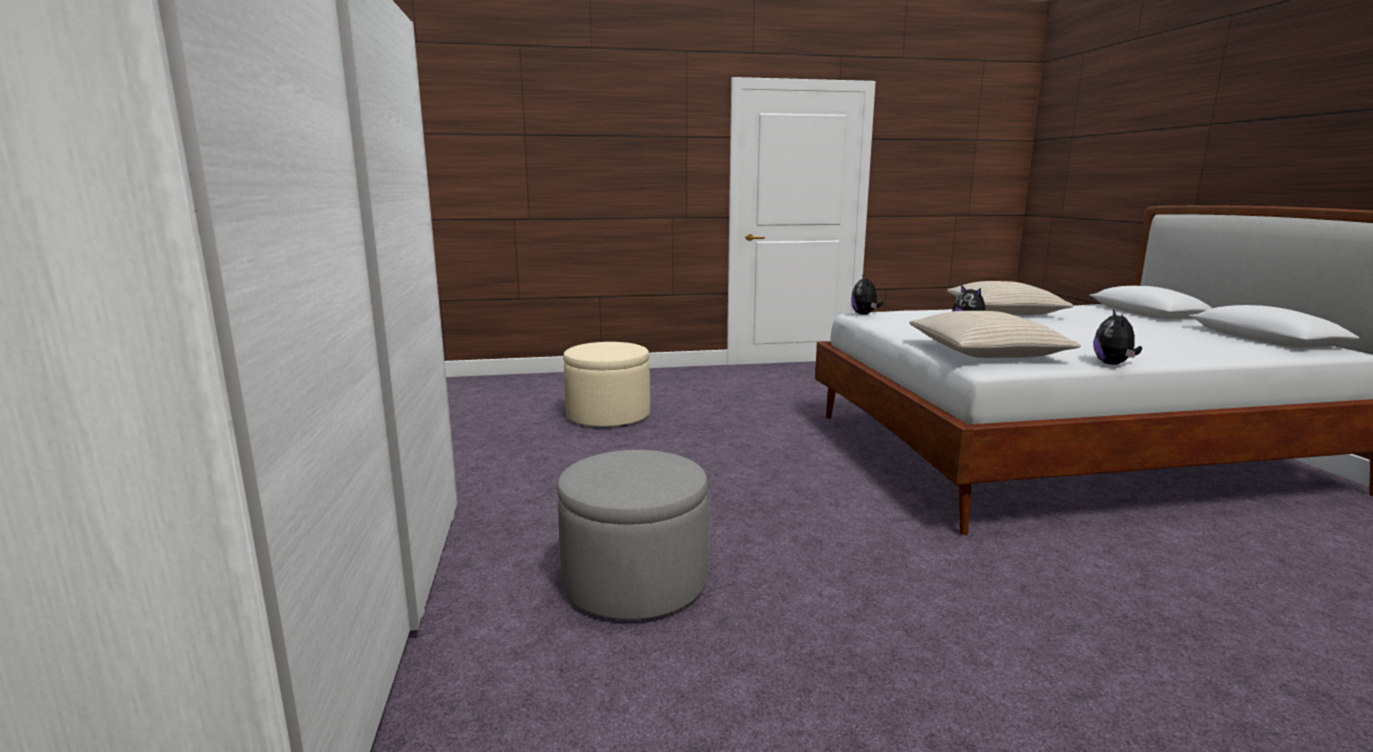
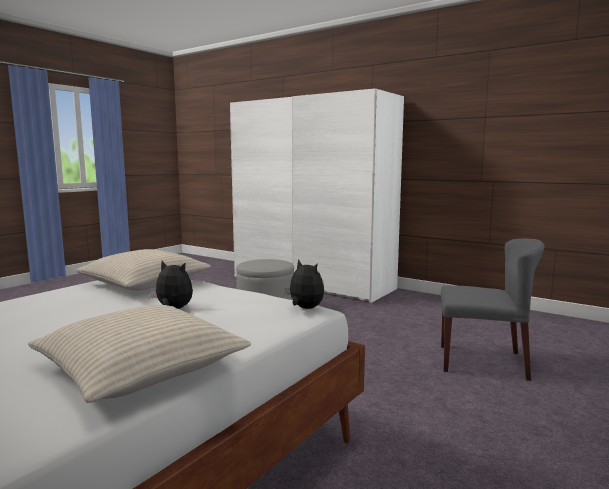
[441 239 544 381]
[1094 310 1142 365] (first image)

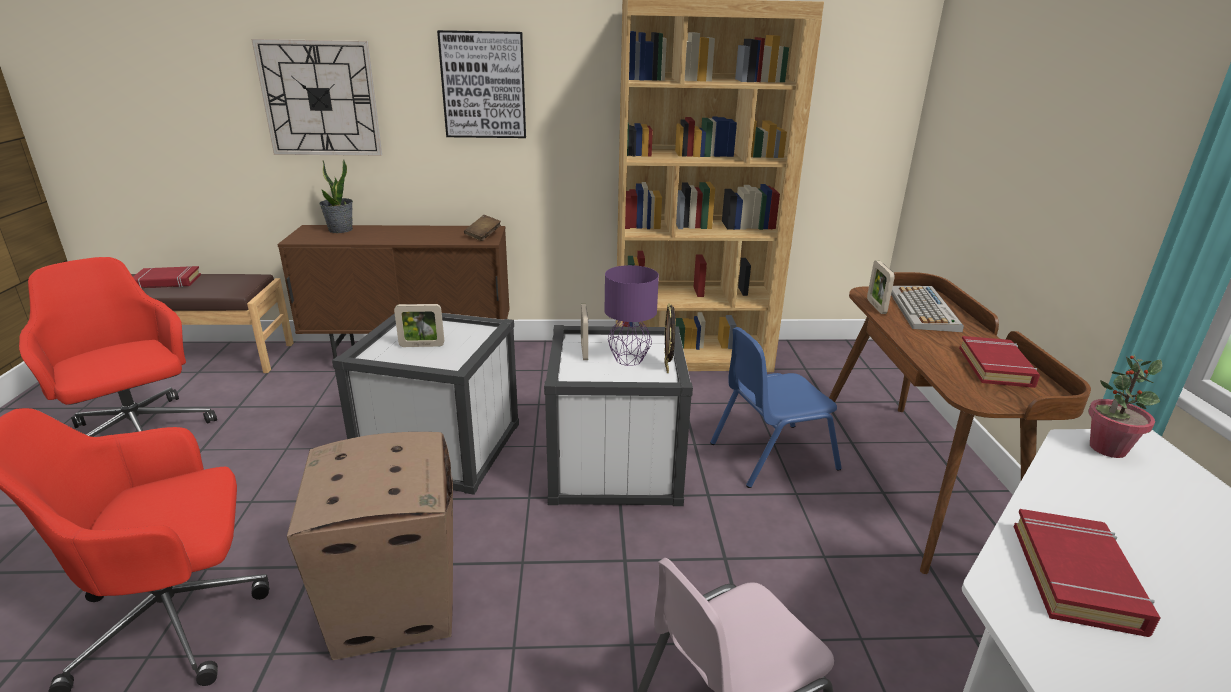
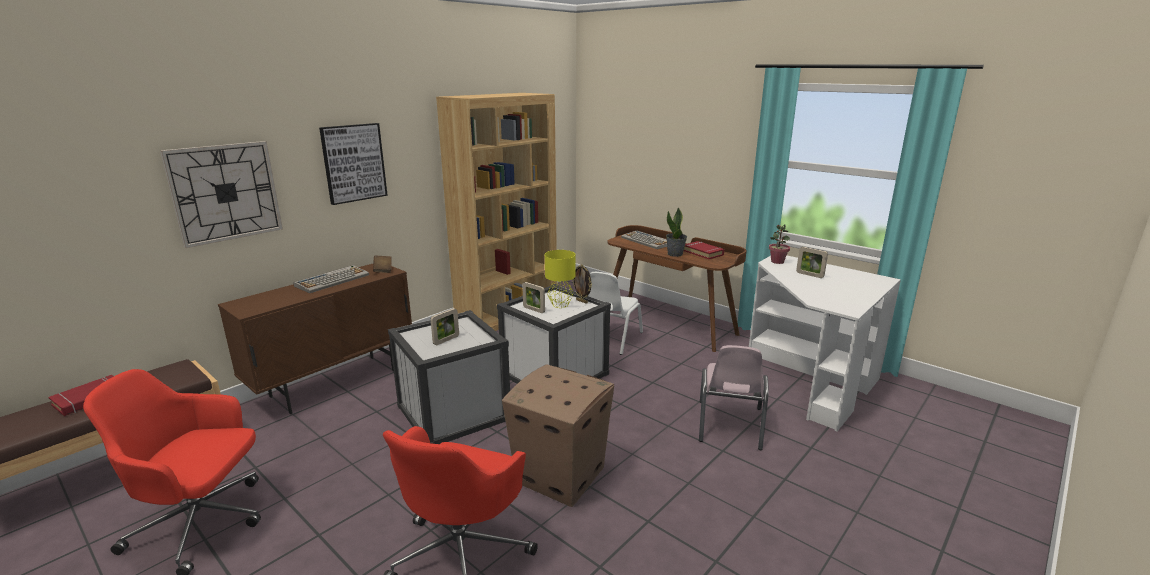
[666 207 687 257]
[545 250 575 308]
[588 272 643 355]
[796 247 828 278]
[1014 509 1160 637] (first image)
[293 265 369 293]

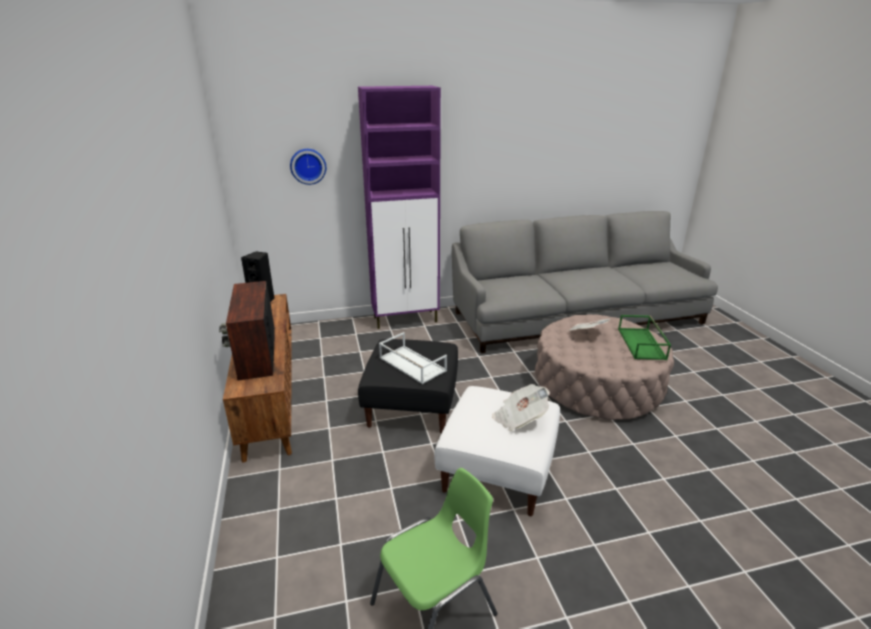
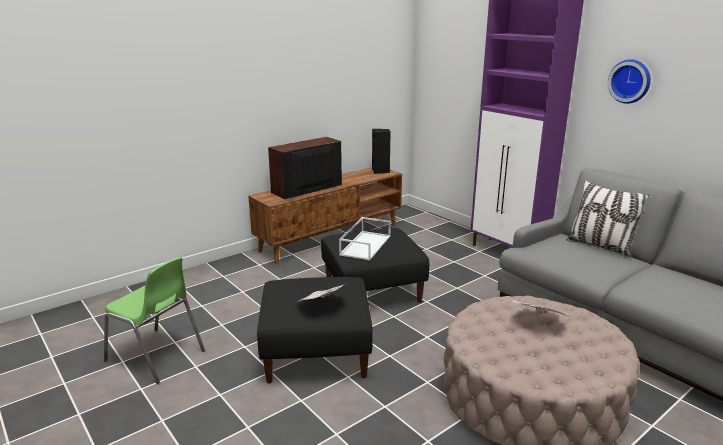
[608 59 651 104]
[257 277 373 383]
[618 315 671 360] (first image)
[566 180 649 257]

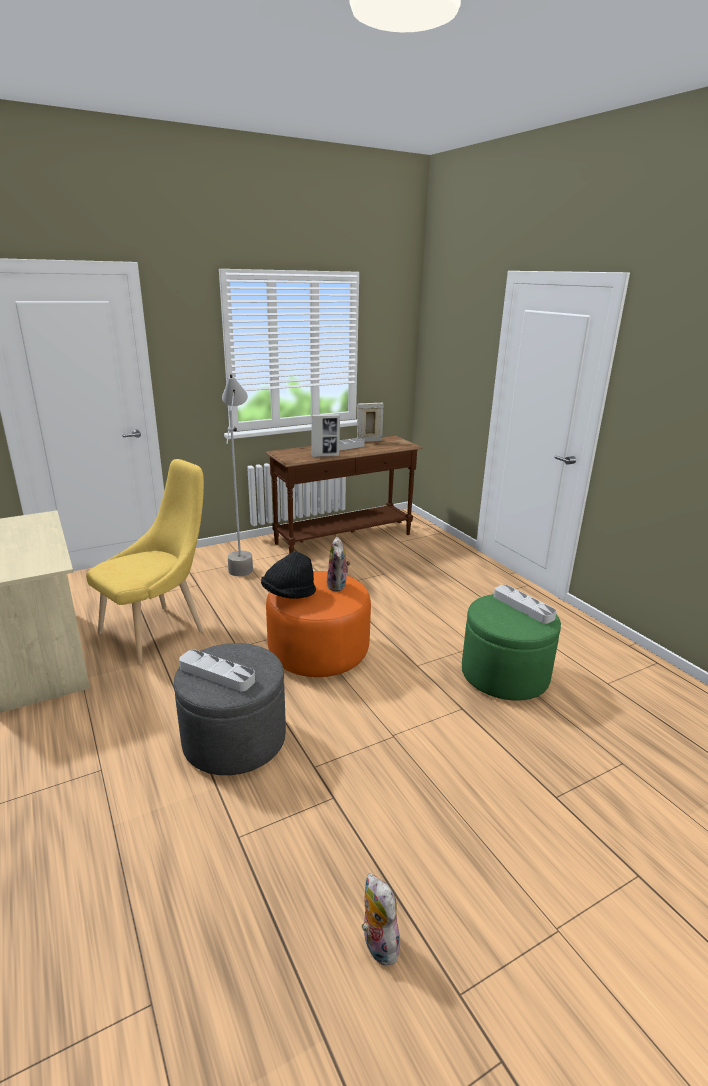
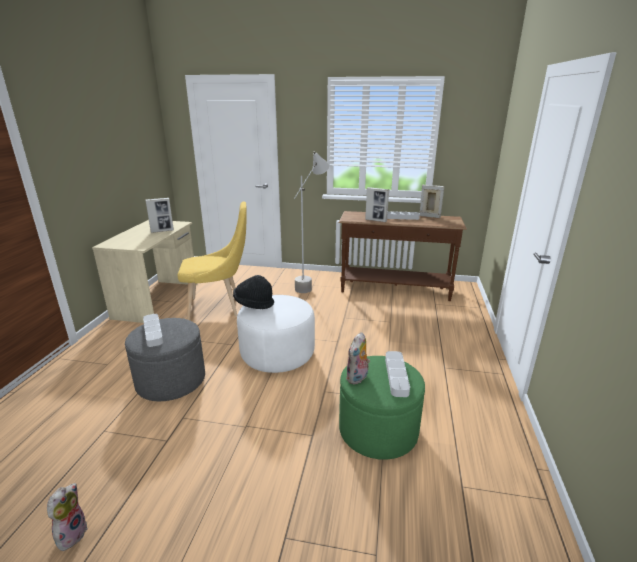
[237 295 315 373]
[346 332 370 385]
[145 198 174 233]

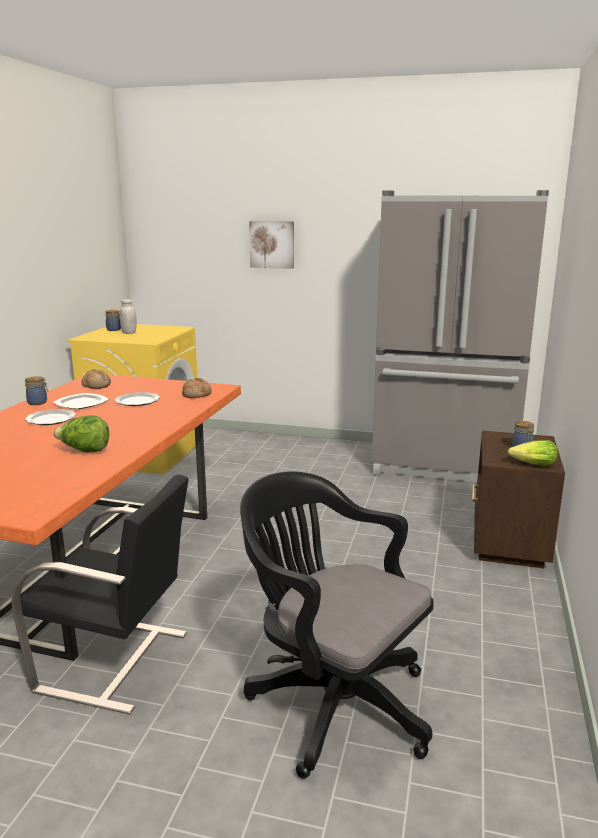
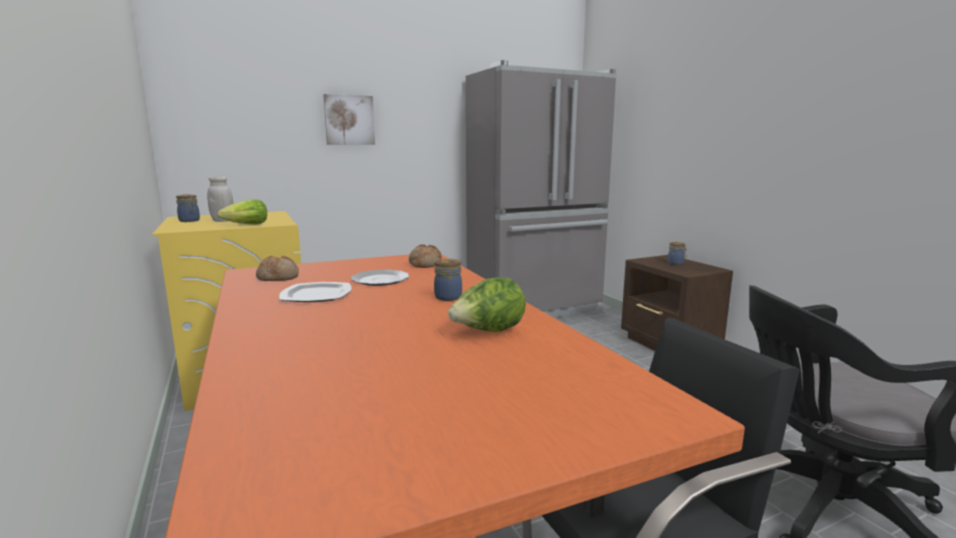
[434 259 462 301]
[25 409 76 425] (first image)
[217 199 267 225]

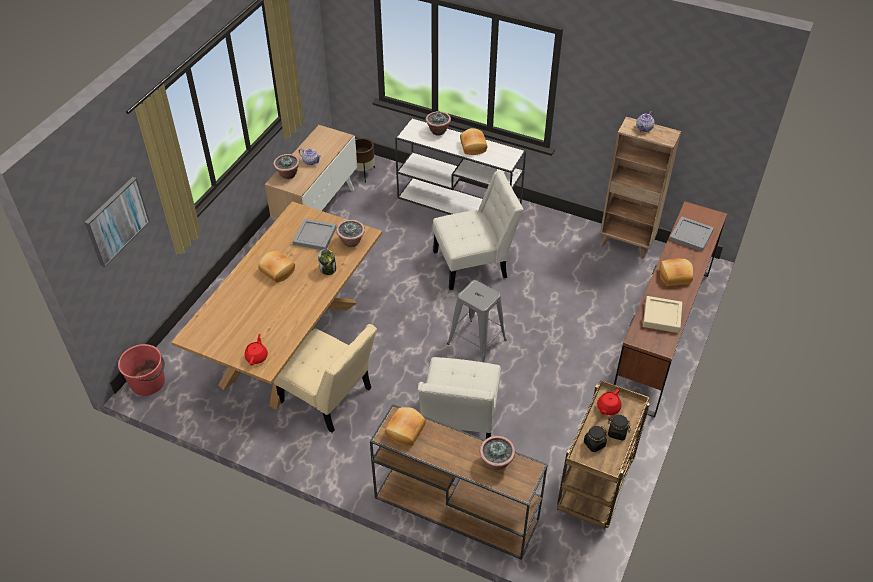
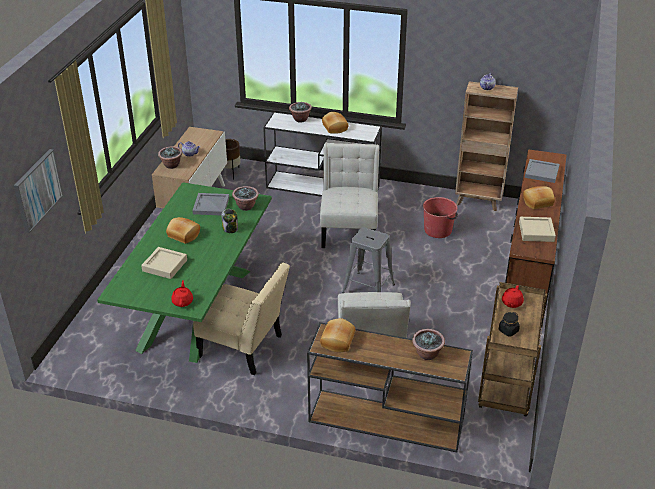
[423 197 458 238]
[97 182 272 363]
[320 143 379 248]
[607 415 631 441] (first image)
[141 247 187 279]

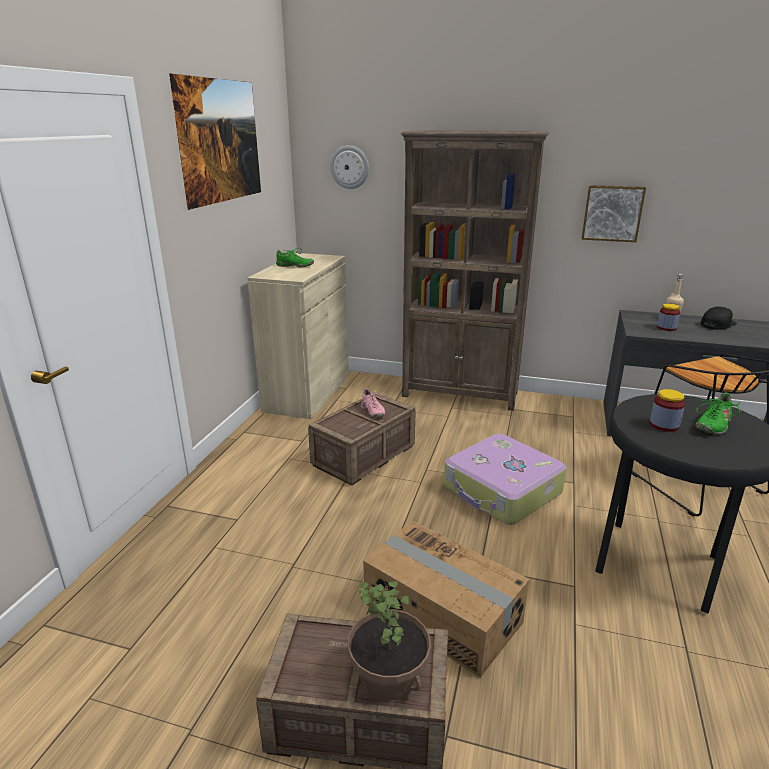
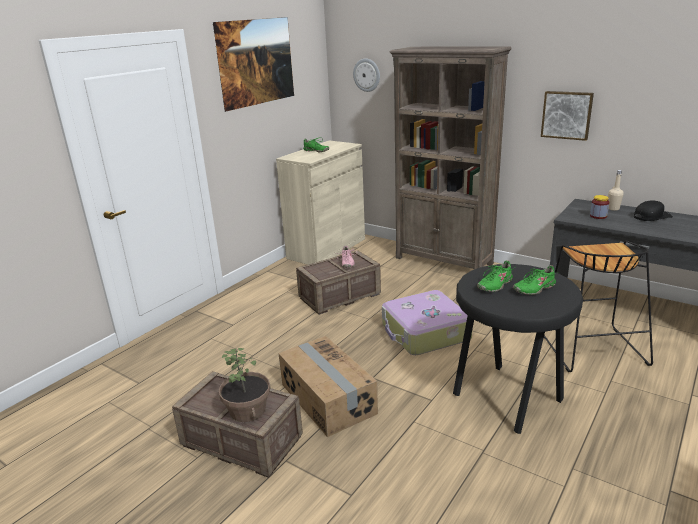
[477 260 514 292]

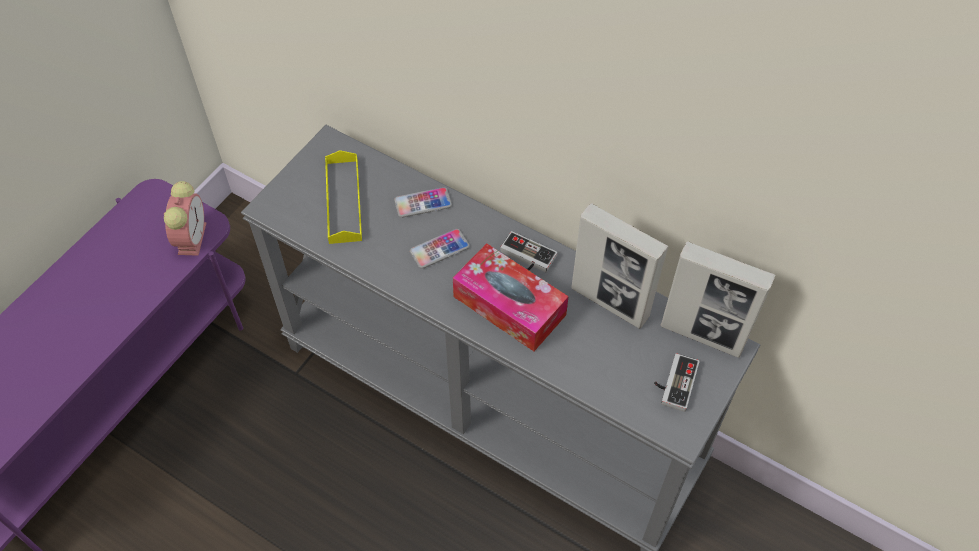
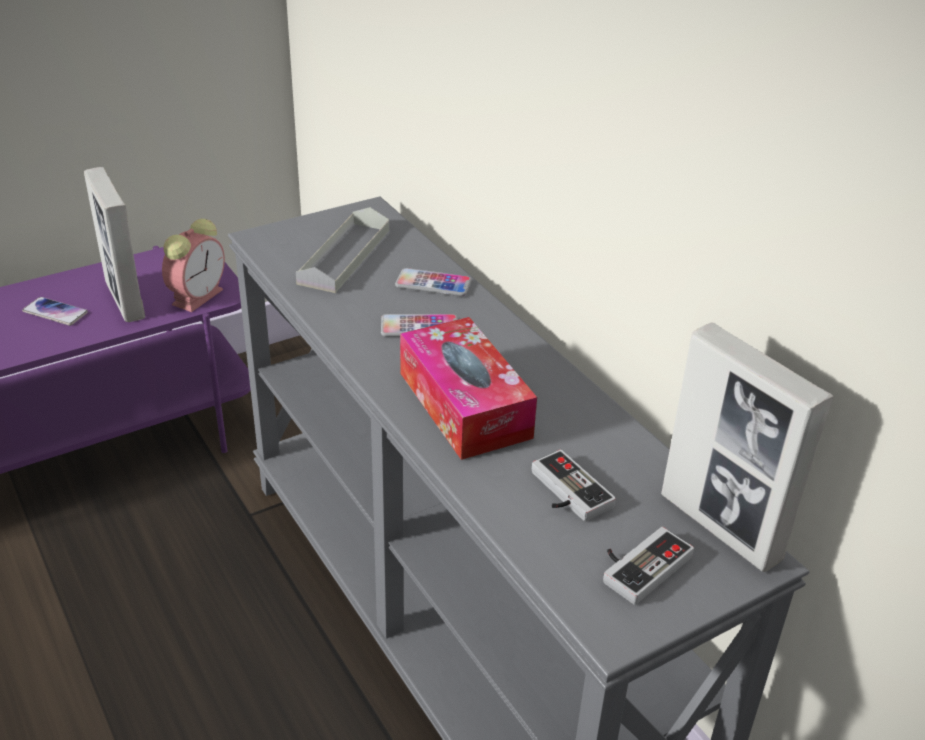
[296 207 389 293]
[532 450 616 522]
[84 167 145 322]
[22 297 88 326]

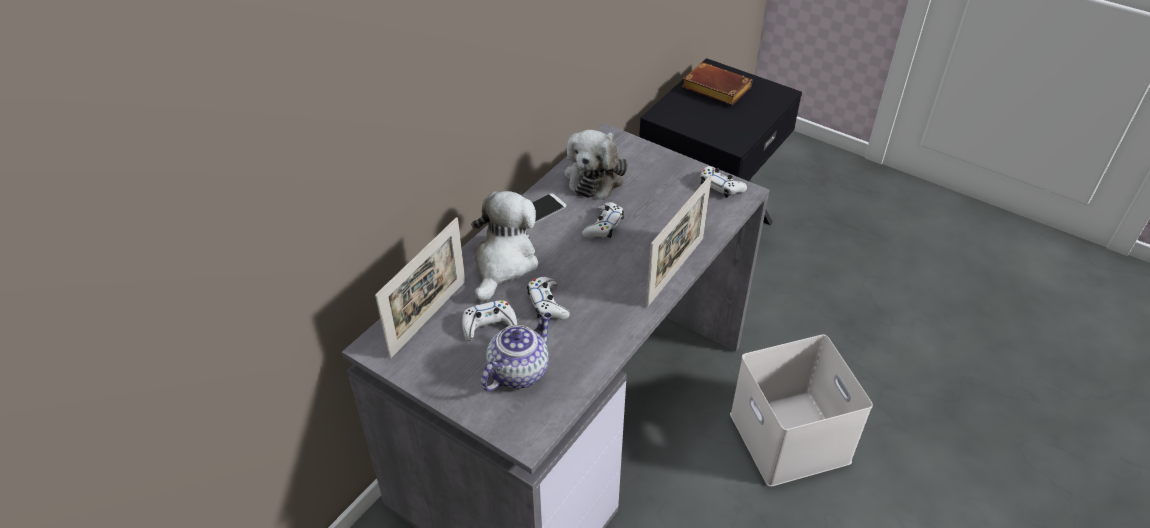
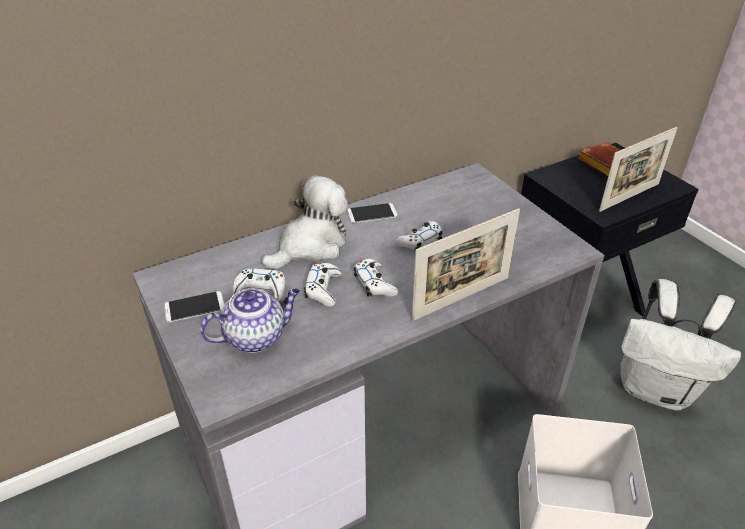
[599 127 677 212]
[564 130 628 200] (first image)
[354 259 398 297]
[164 291 224 323]
[621 279 741 411]

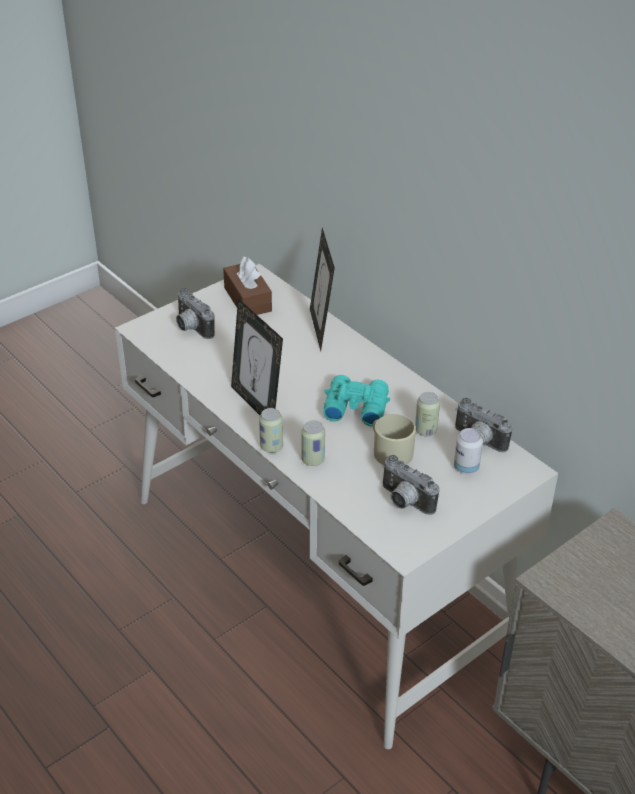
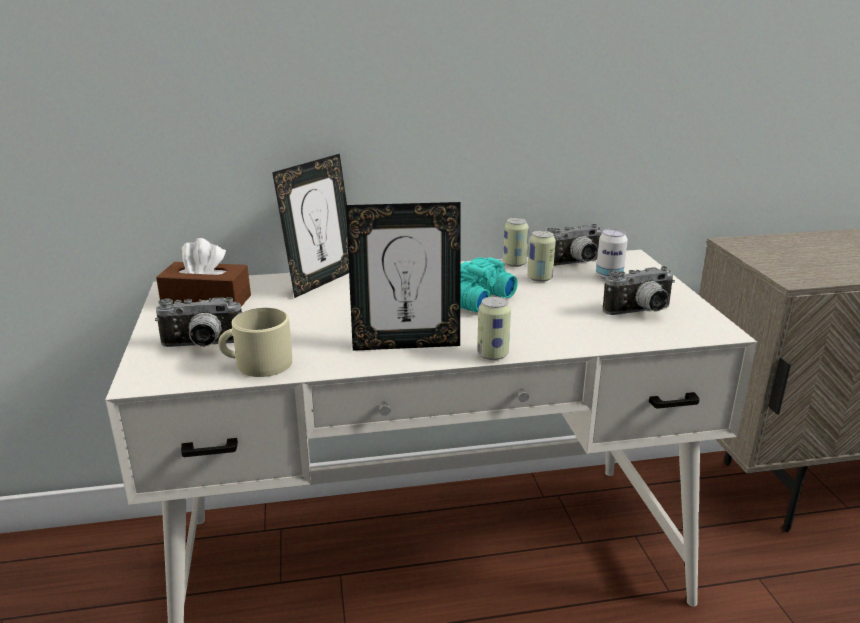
[503 218 529 267]
[272 154 349 298]
[218 308 292 377]

